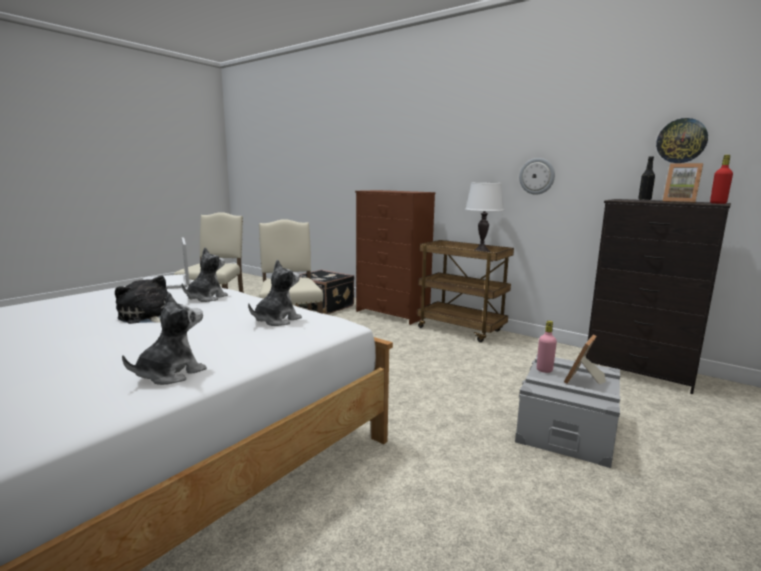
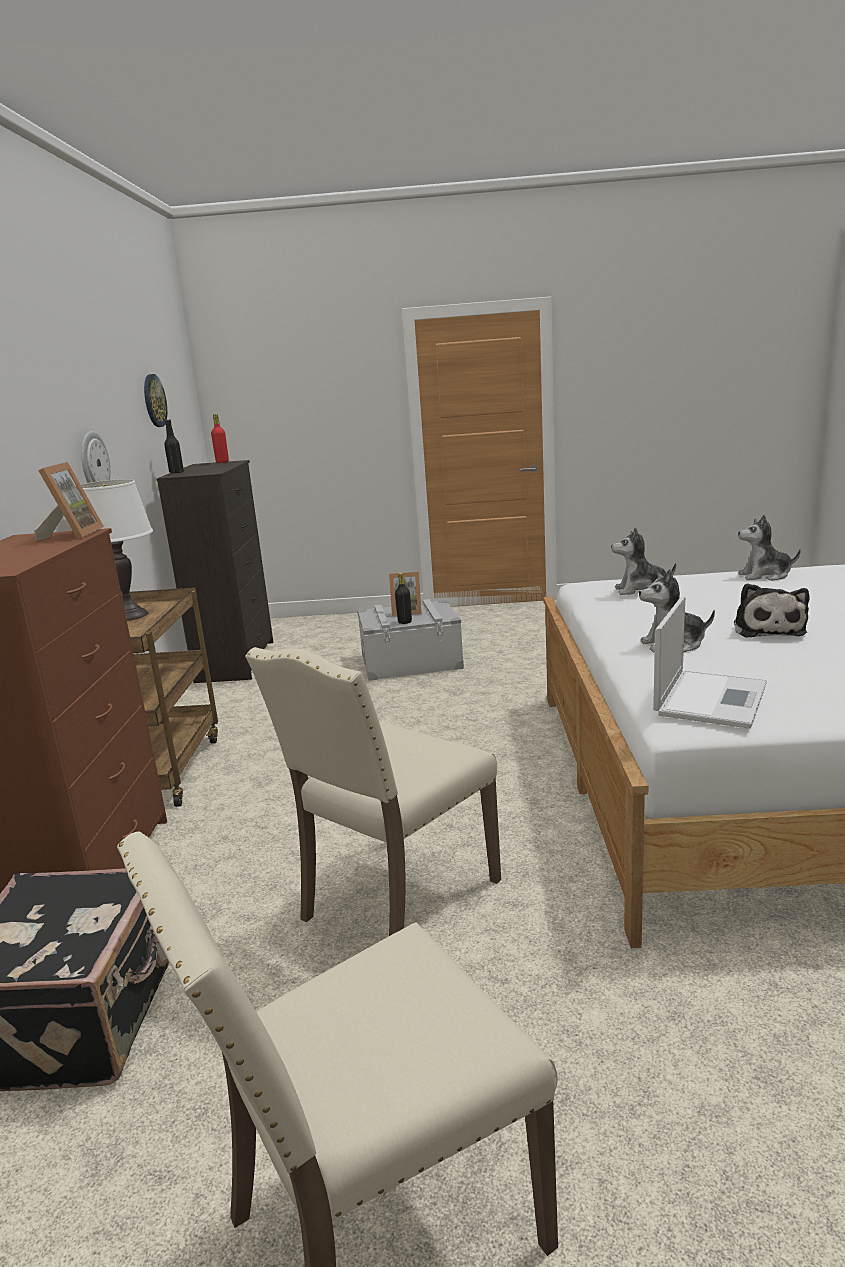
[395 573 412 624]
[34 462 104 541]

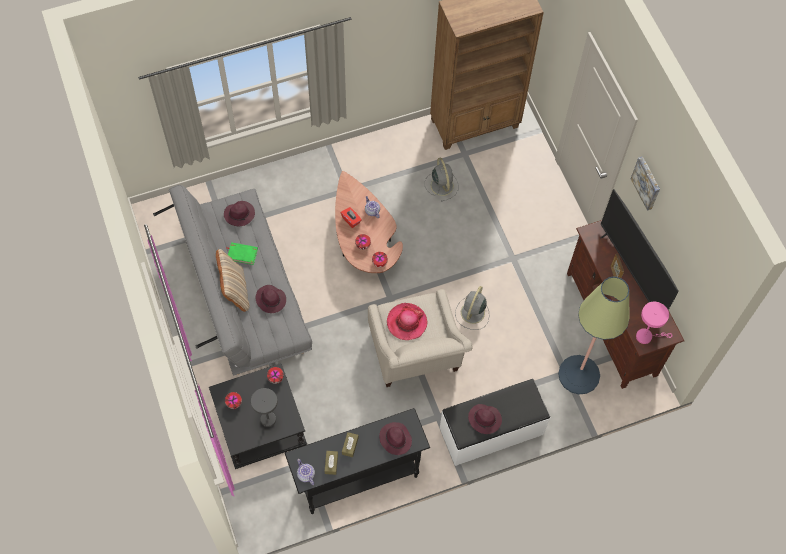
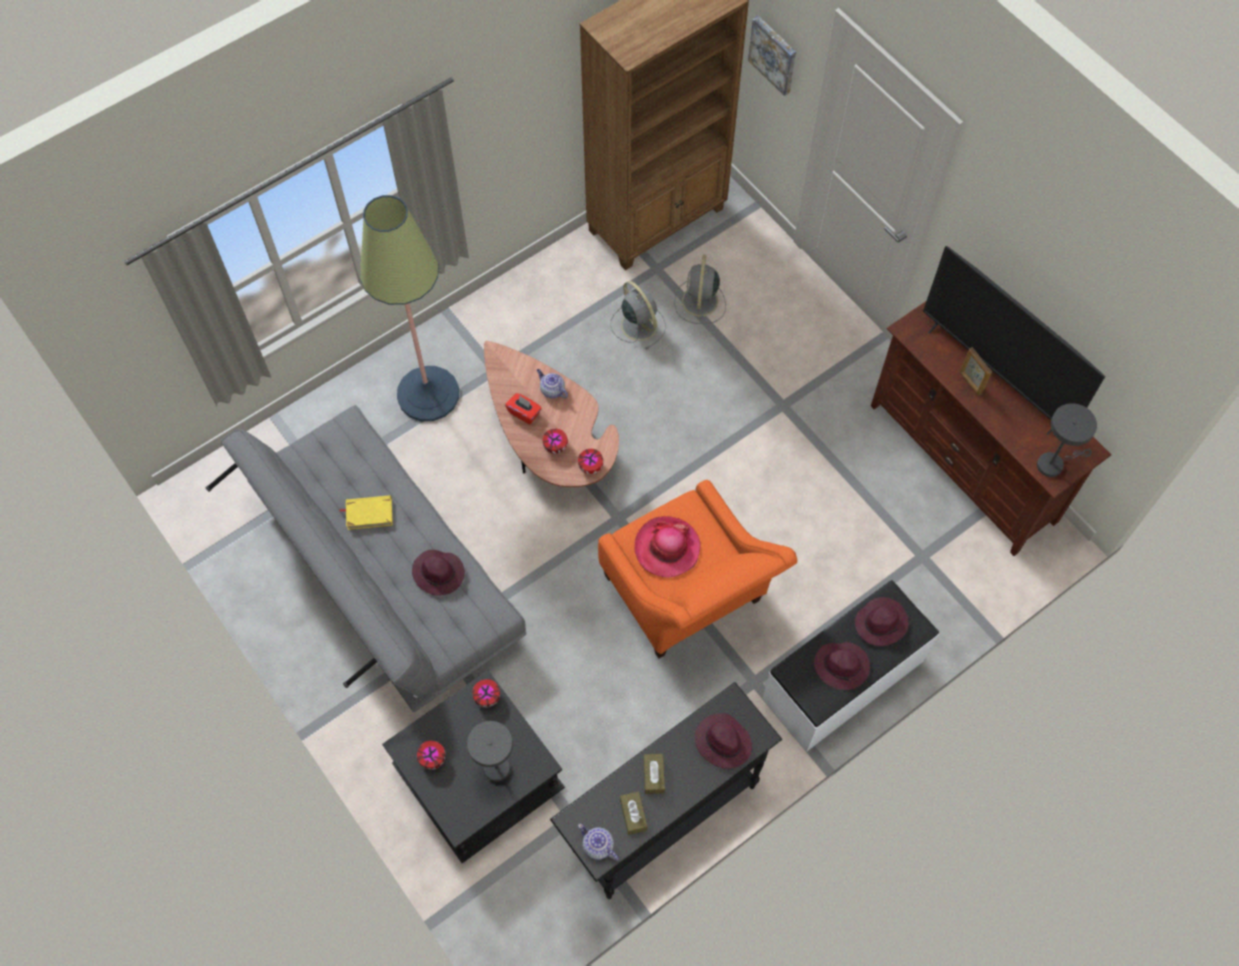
[216 249 250 312] (first image)
[855 597 909 646]
[339 495 393 530]
[598 480 797 659]
[674 255 726 324]
[360 195 459 421]
[748 16 796 96]
[1037 403 1097 477]

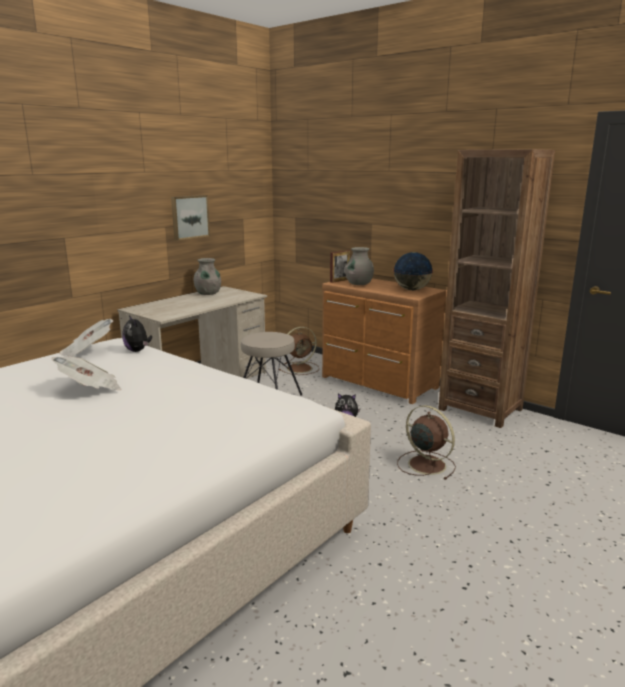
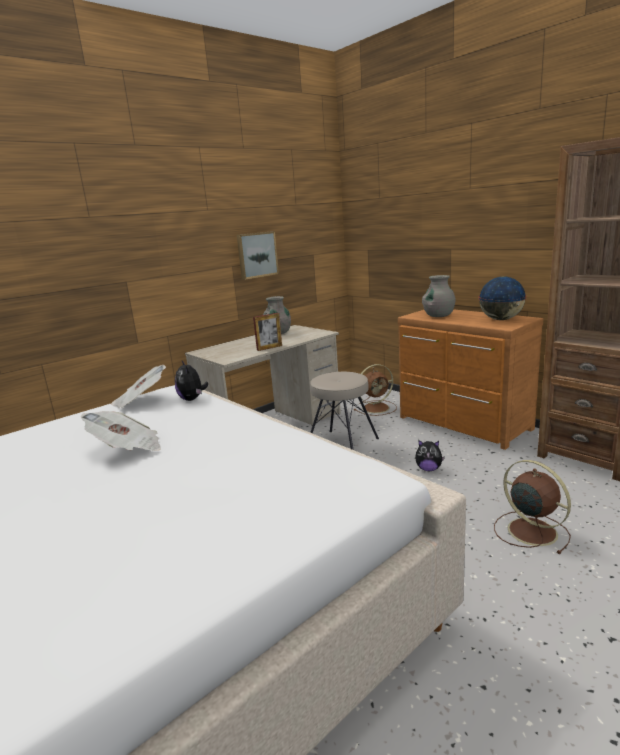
[253 313 282 351]

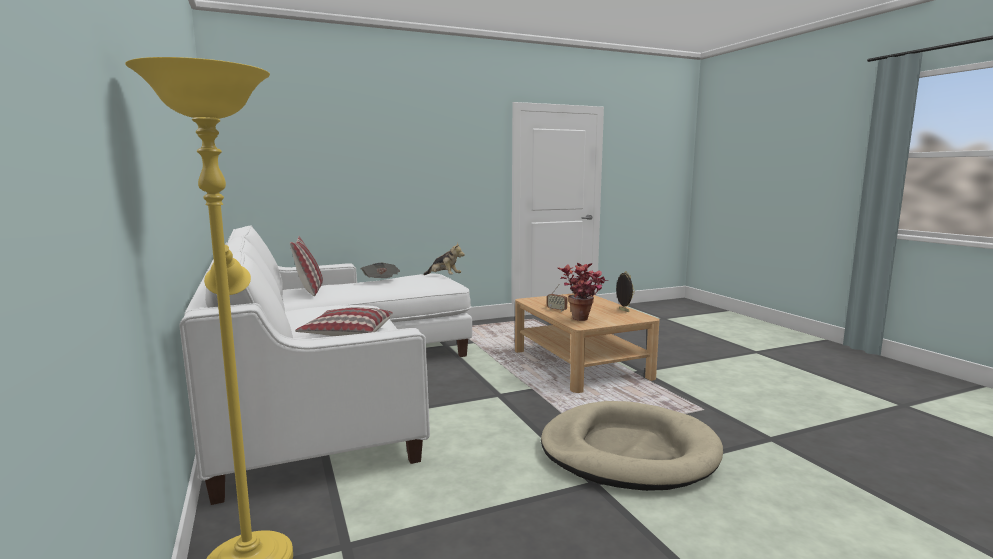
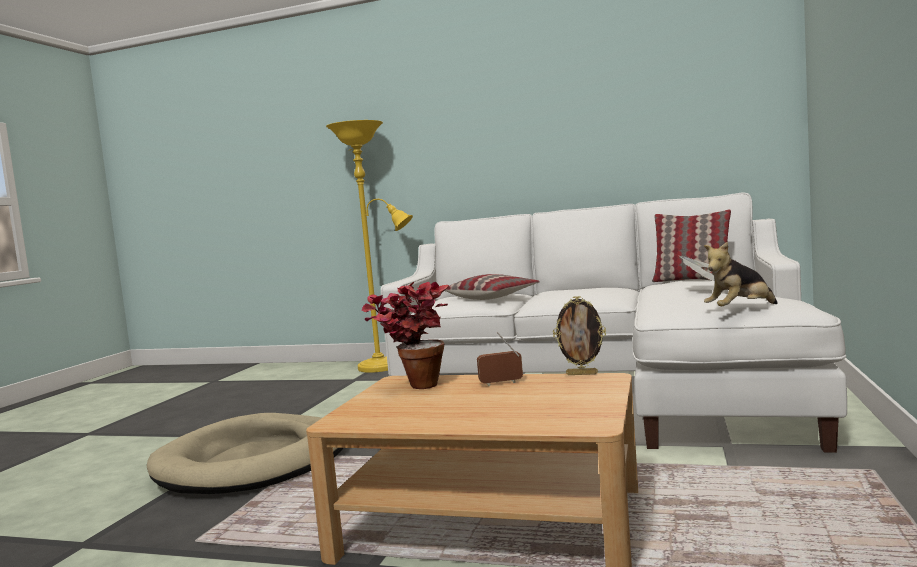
[553 296 606 375]

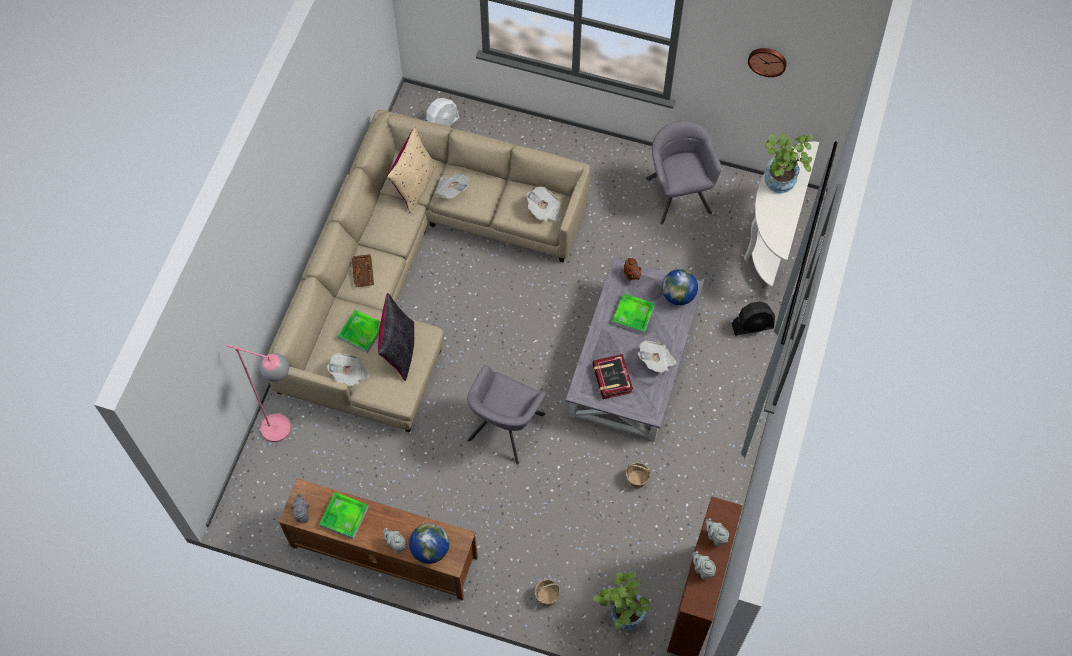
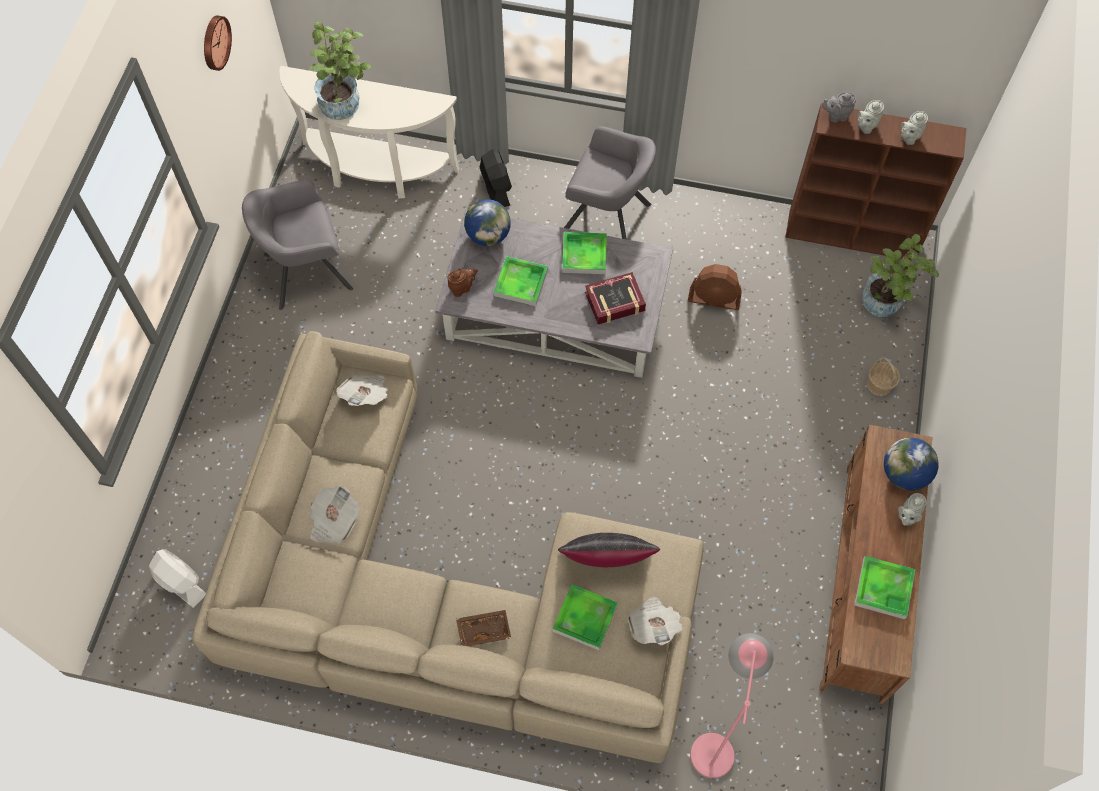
[822 92 856 123]
[387 127 437 213] (first image)
[564 126 656 239]
[688 264 742 310]
[562 232 607 274]

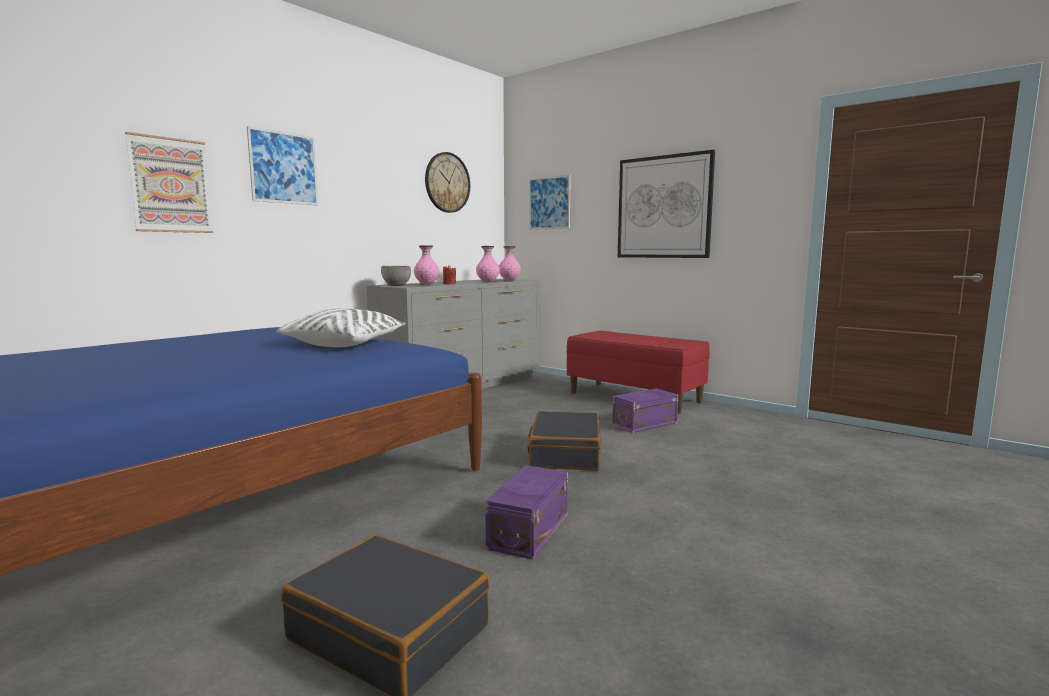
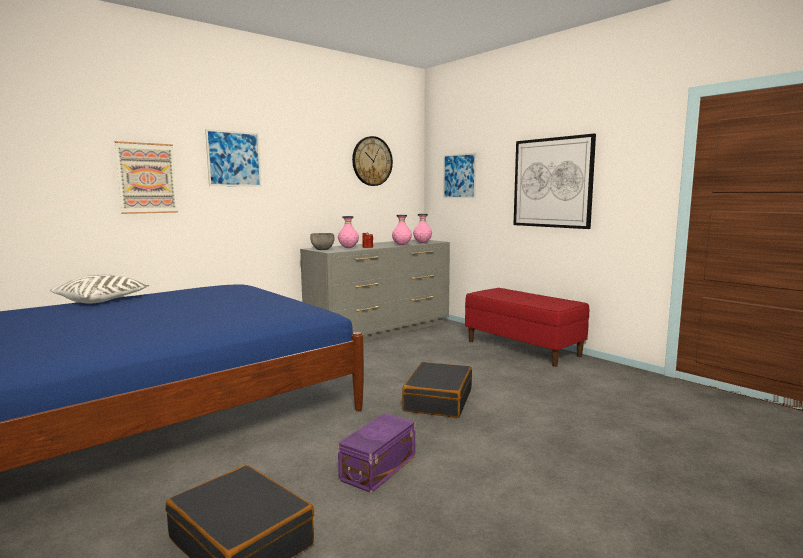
[50 274 149 304]
[612 388 678 433] (first image)

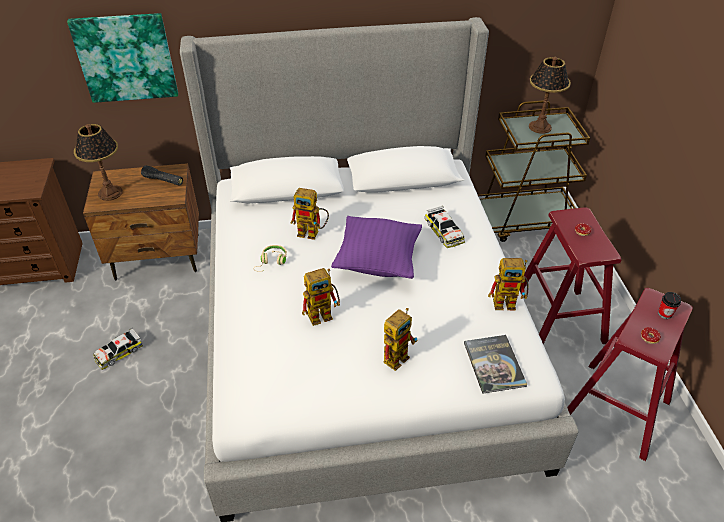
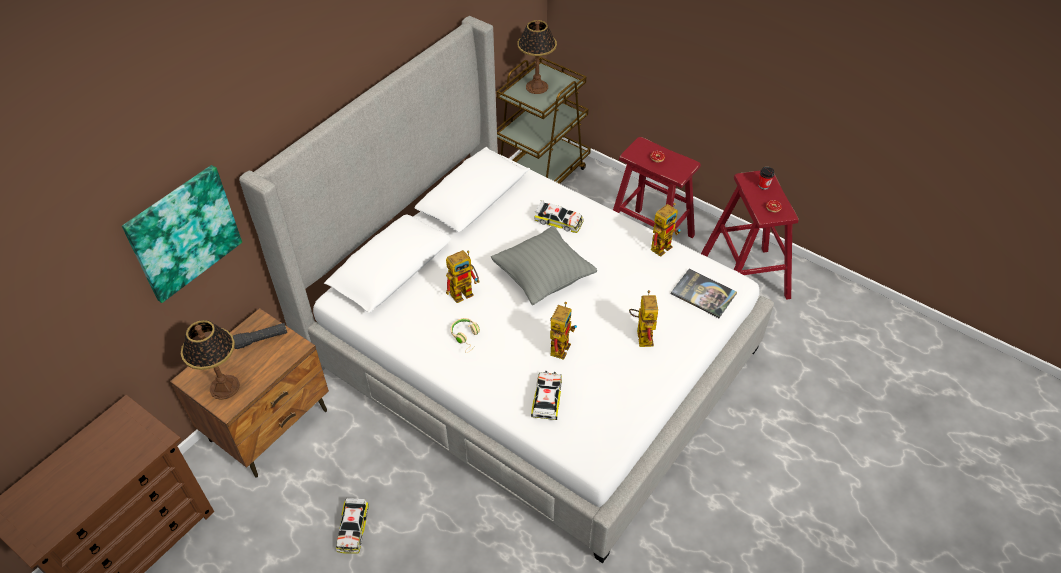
[491 226 597 305]
[531 371 562 420]

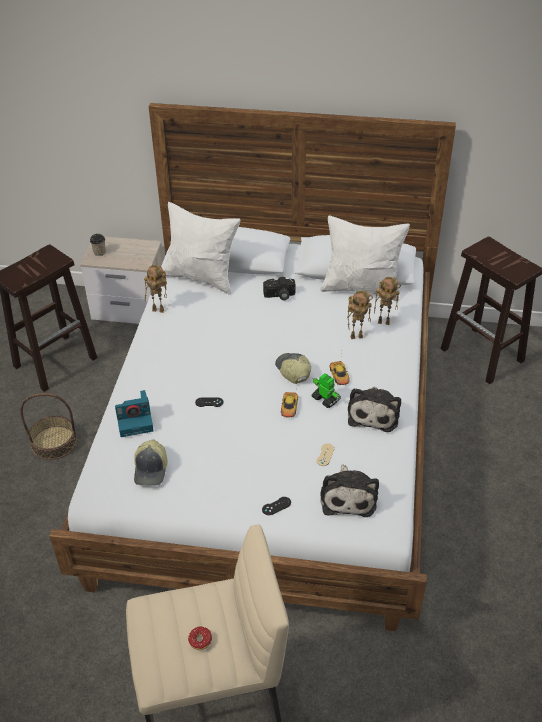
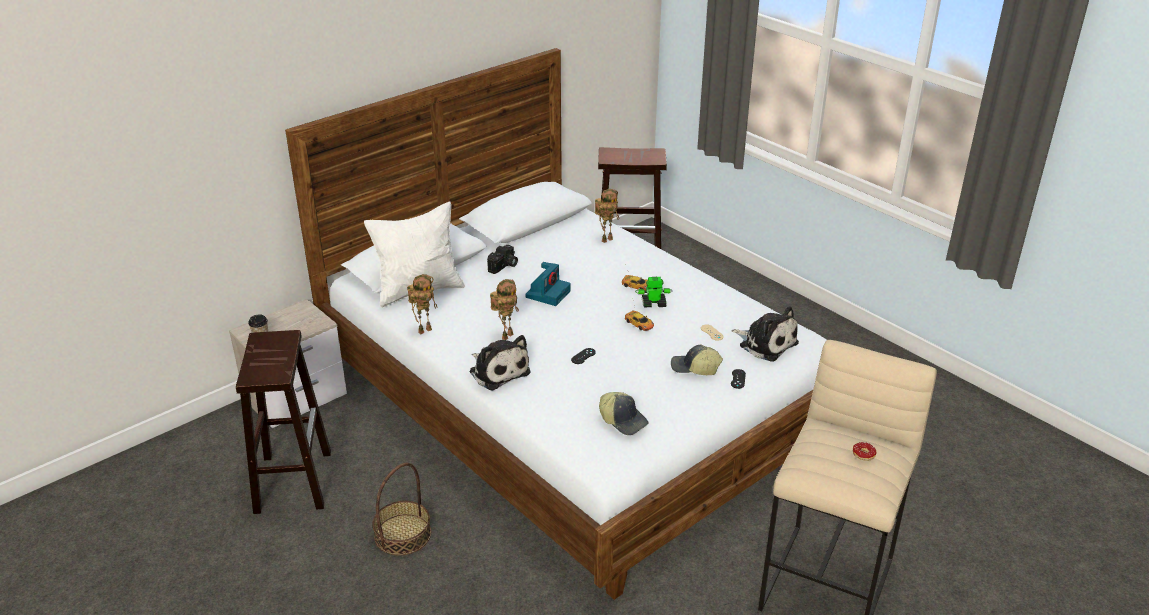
[525 262 571 306]
[671 345 723 375]
[320 215 410 302] (first image)
[490 279 519 340]
[470 335 531 391]

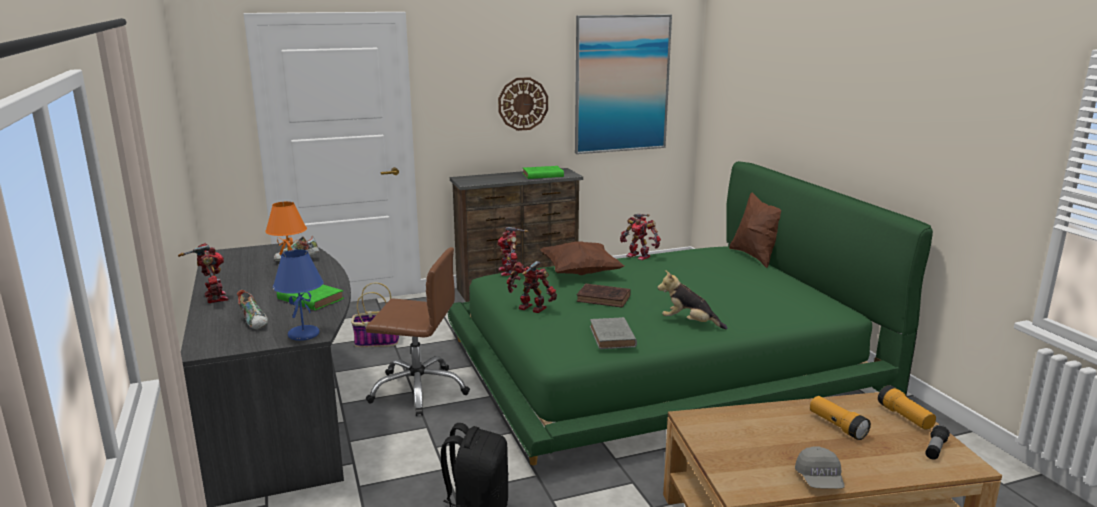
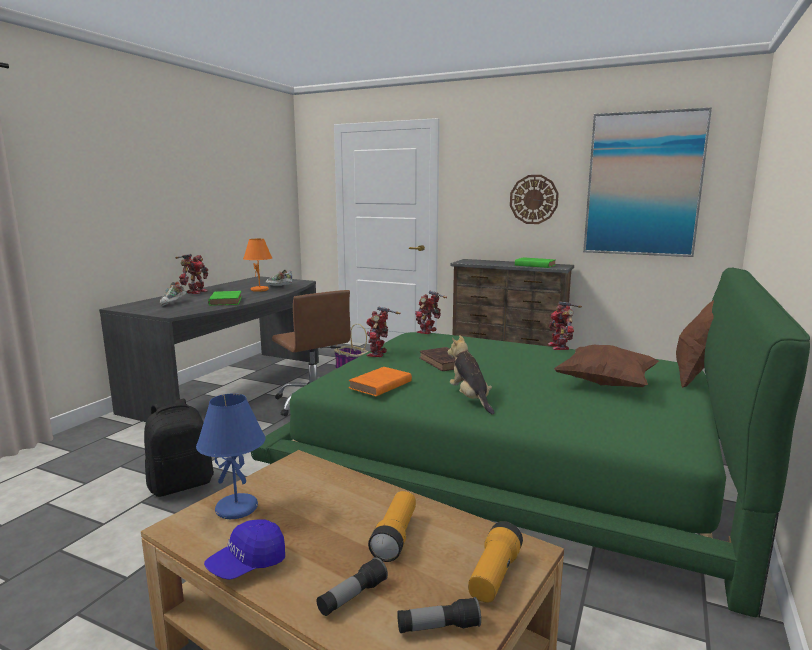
[196 393 266 519]
[367 306 400 357]
[554 345 659 387]
[349 367 412 396]
[204 519 285 580]
[317 557 388 616]

